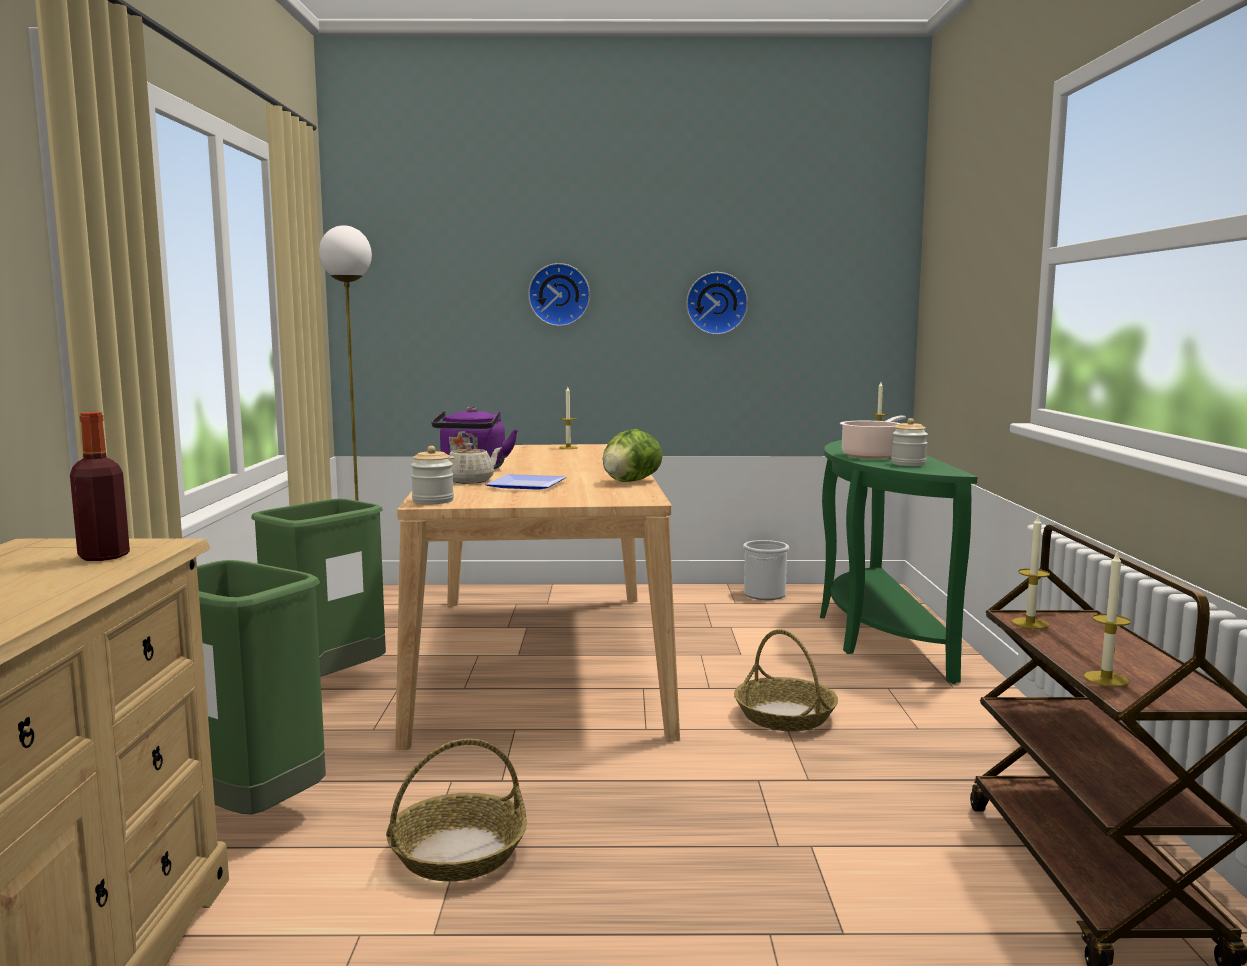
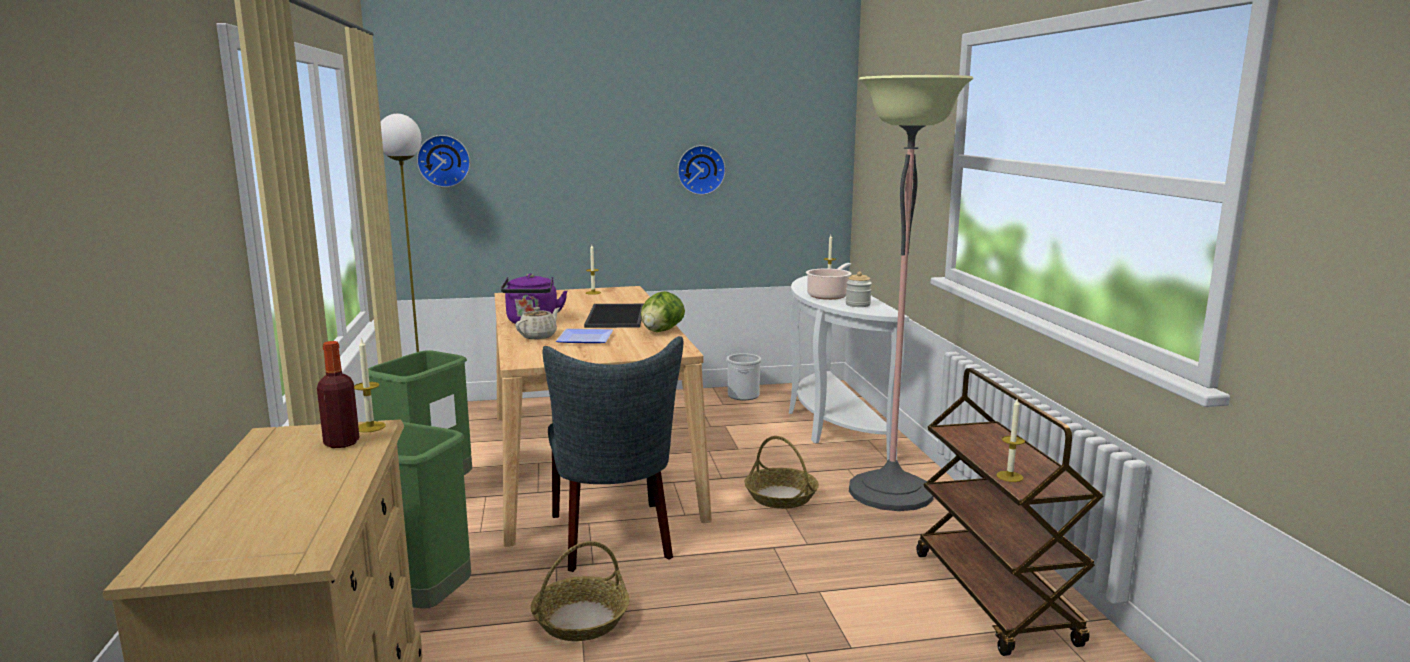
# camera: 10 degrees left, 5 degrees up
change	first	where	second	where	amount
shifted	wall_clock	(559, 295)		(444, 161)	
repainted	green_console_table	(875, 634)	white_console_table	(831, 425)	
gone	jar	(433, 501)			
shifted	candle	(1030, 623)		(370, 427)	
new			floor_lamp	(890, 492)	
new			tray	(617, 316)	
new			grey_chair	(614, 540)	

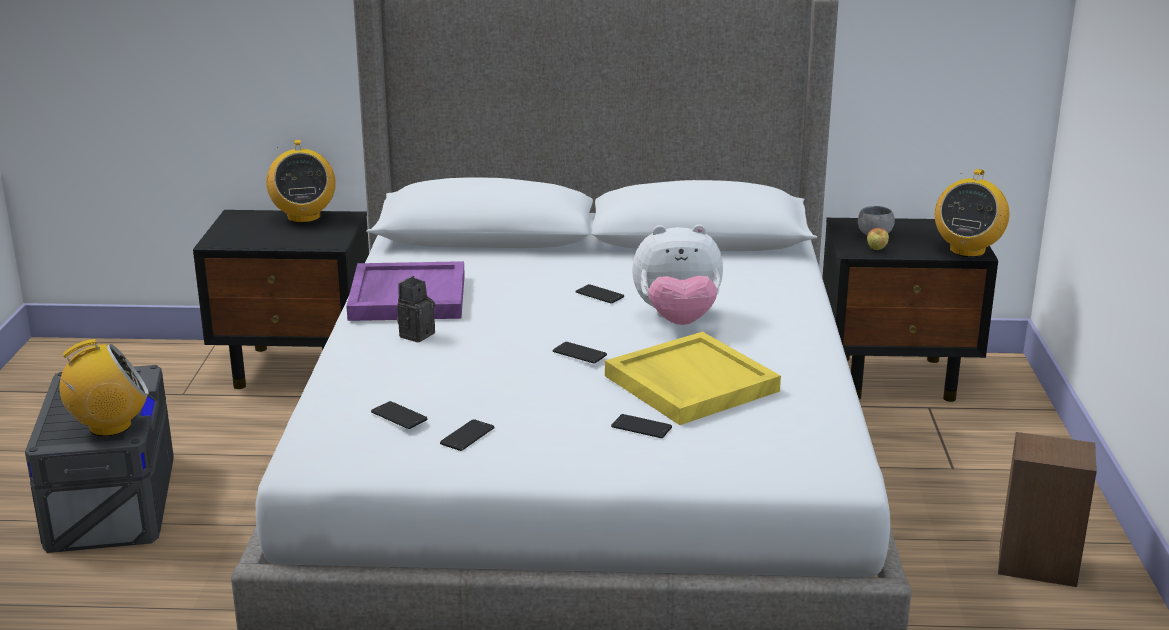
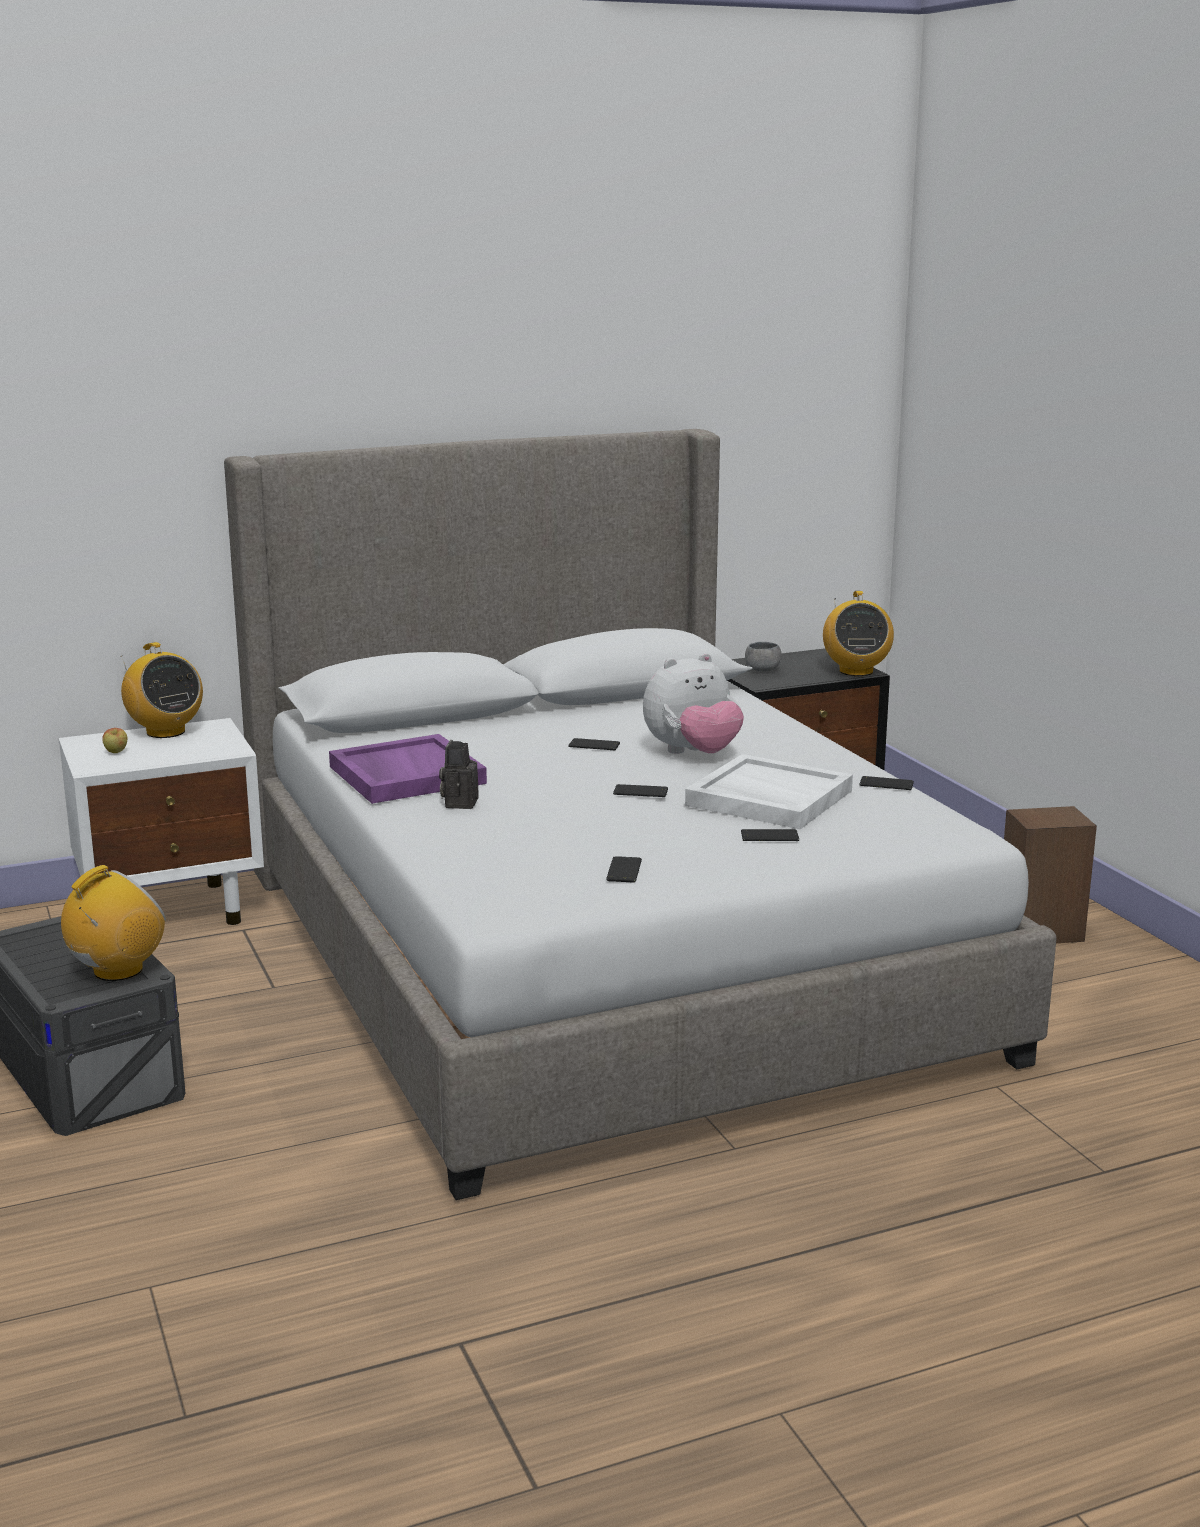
# camera: 25 degrees left, 5 degrees down
change	first	where	second	where	amount
repainted	black_nightstand	(297, 368)	white_nightstand	(173, 911)	
shifted	apple	(876, 249)		(116, 753)	
repainted	yellow_tray	(689, 383)	white_tray	(767, 798)	
shifted	phone	(399, 416)		(886, 784)	

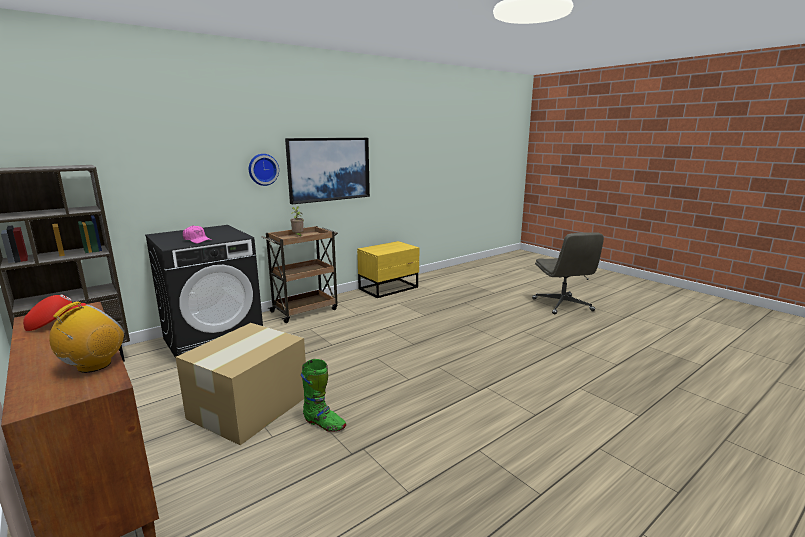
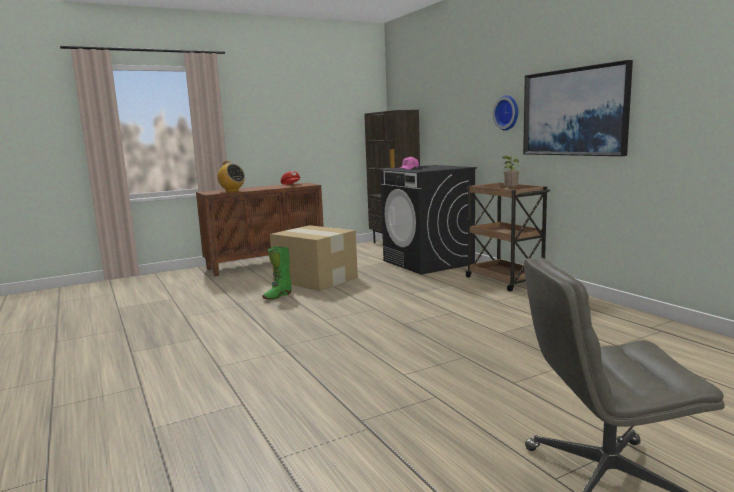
# camera: 100 degrees right, 5 degrees down
change	first	where	second	where	amount
gone	yellow_nightstand	(389, 288)			

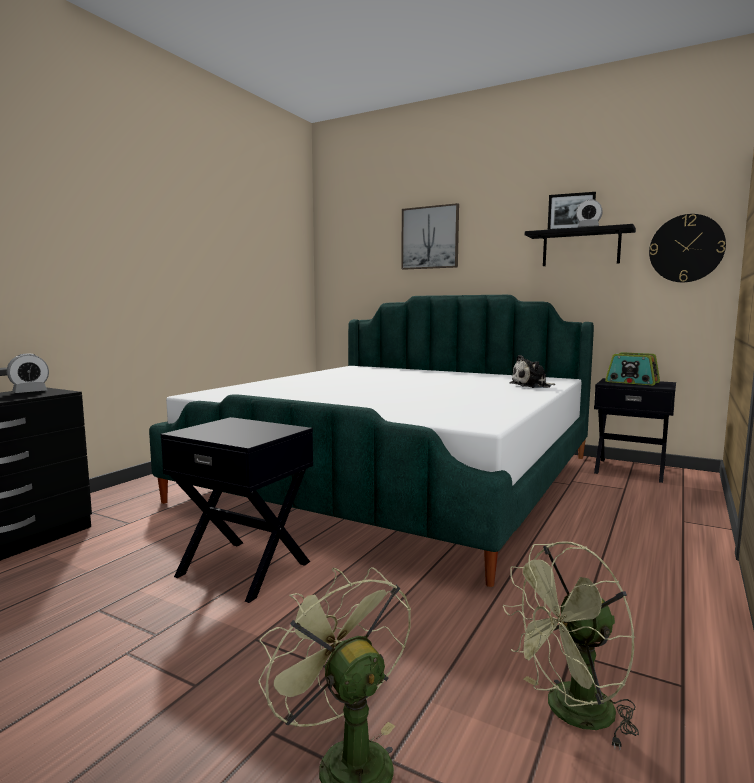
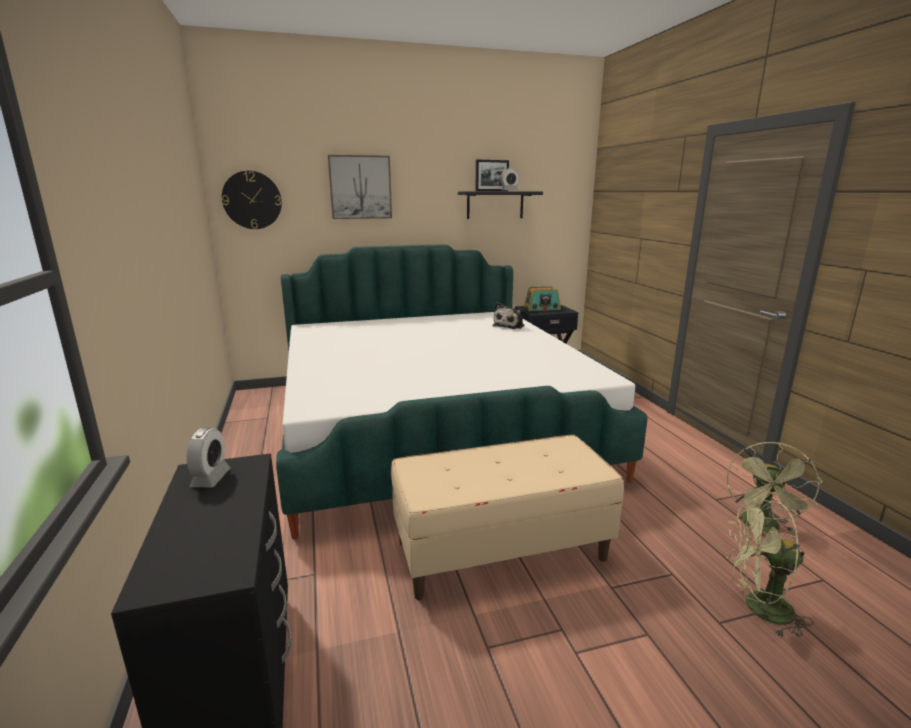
# camera: 45 degrees left, 10 degrees up
change	first	where	second	where	amount
shifted	wall_clock	(686, 248)		(252, 200)	
swapped	black_nightstand	(245, 568)	beige_bench	(501, 550)	

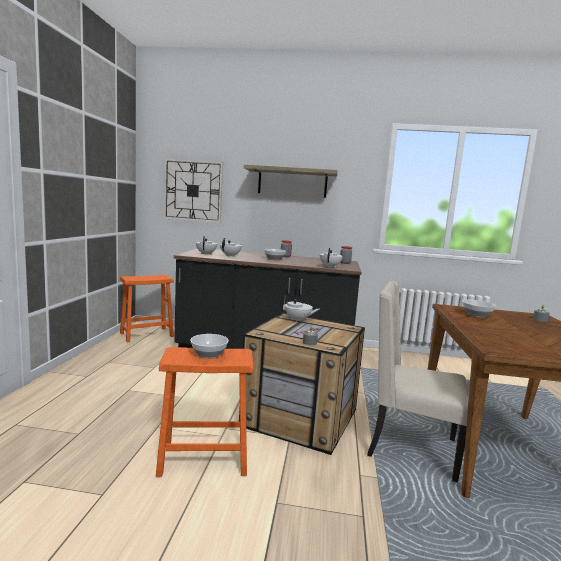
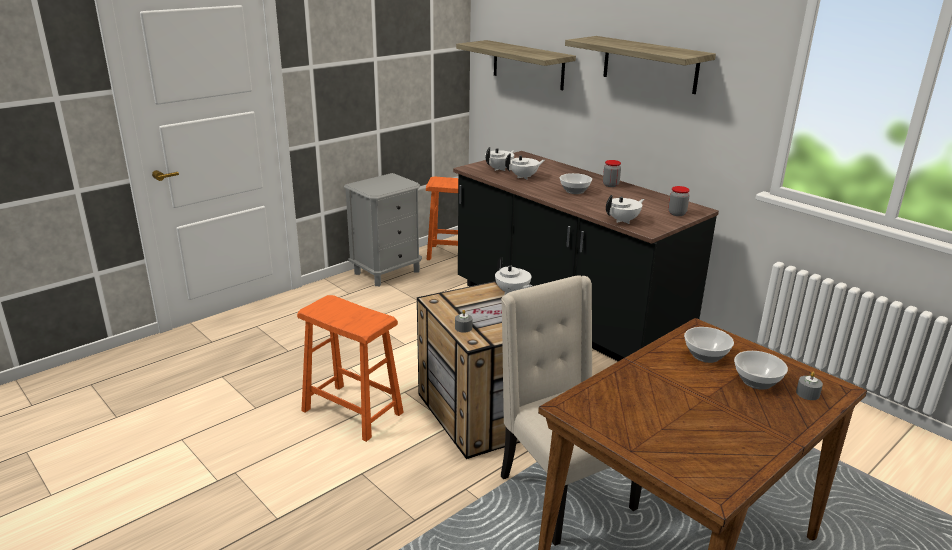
# camera: 40 degrees right, 15 degrees up
change	first	where	second	where	amount
swapped	wall_clock	(193, 190)	shelf	(528, 65)	
shifted	bowl	(209, 355)		(757, 382)	
new			grey_nightstand	(386, 272)	

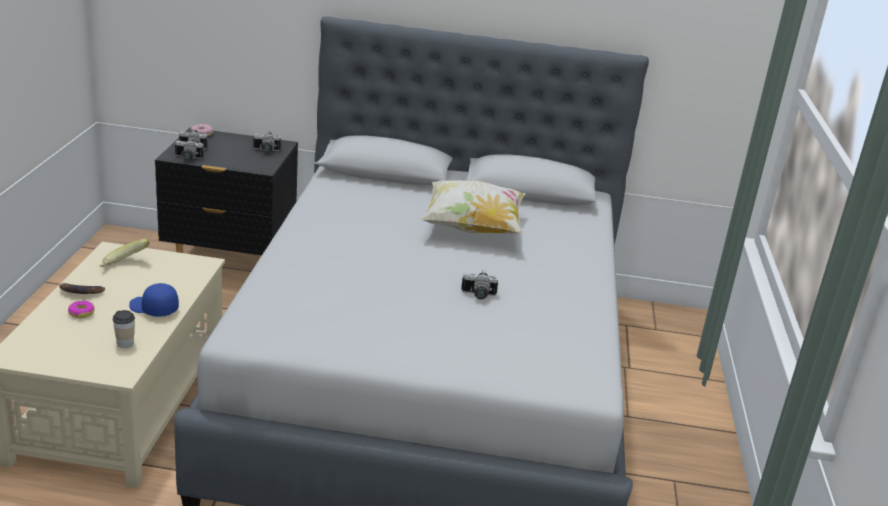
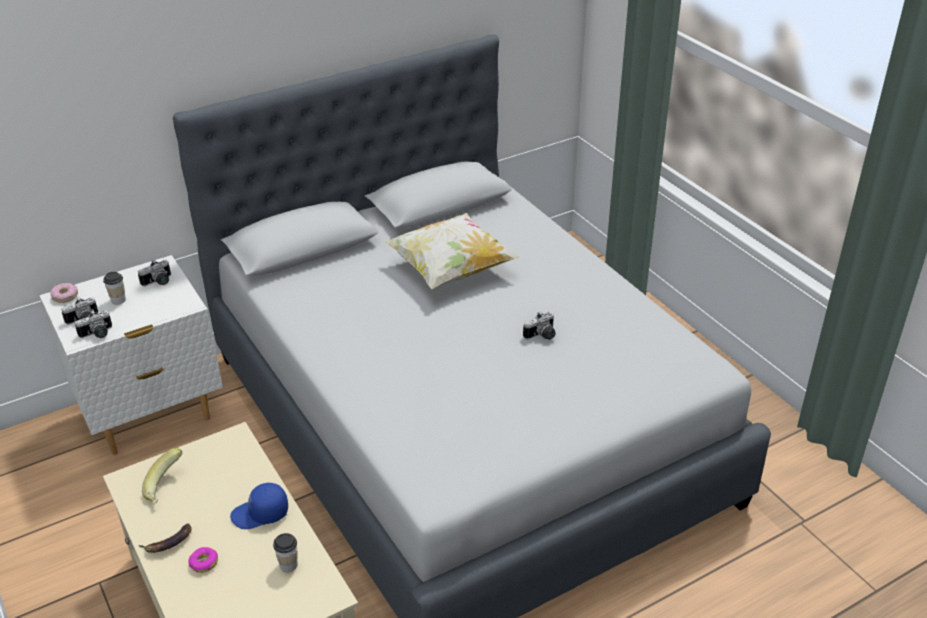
# camera: 35 degrees left, 10 degrees up
change	first	where	second	where	amount
repainted	black_nightstand	(230, 265)	white_nightstand	(152, 416)	
new			cup	(118, 300)	

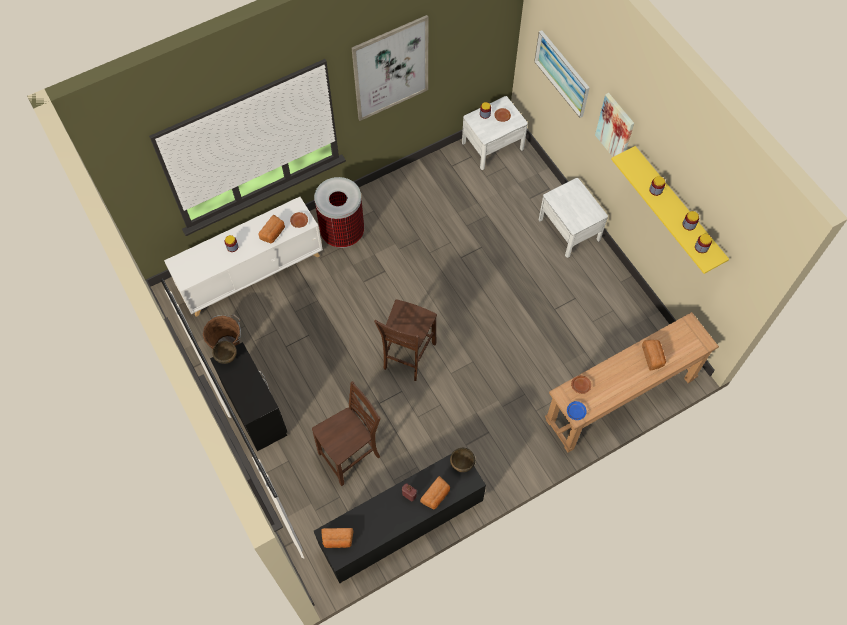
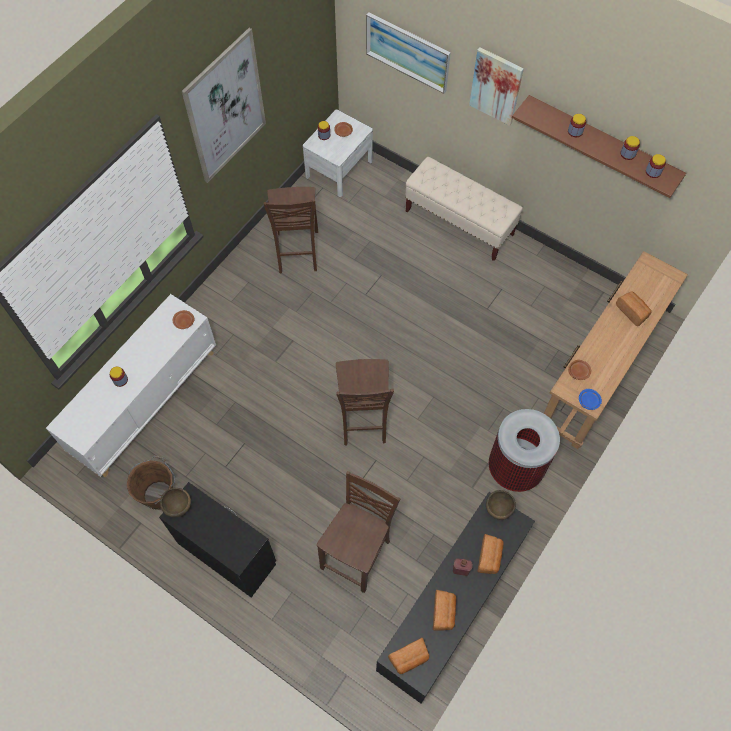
# camera: 25 degrees left, 0 degrees up
change	first	where	second	where	amount
repainted	yellow_shelf	(677, 208)	brown_shelf	(602, 143)	
shifted	trash_can	(342, 232)		(515, 468)	
swapped	white_nightstand	(569, 229)	beige_bench	(459, 223)	
shifted	bread	(273, 233)		(444, 612)	
new			brown_chair	(297, 253)	

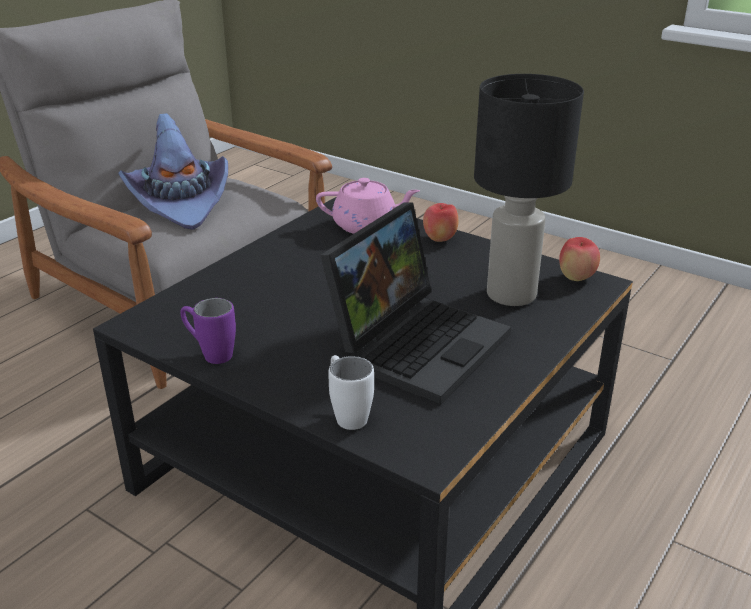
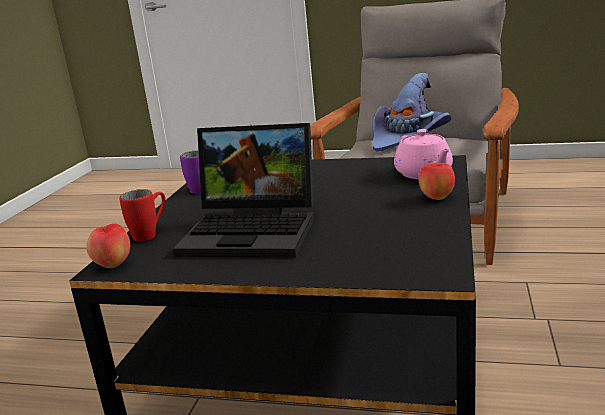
# camera: 70 degrees right, 10 degrees down
change	first	where	second	where	amount
gone	black_table_lamp	(510, 294)			
shifted	apple	(576, 278)		(113, 265)	
repainted	white_mug	(347, 414)	red_mug	(151, 234)	

